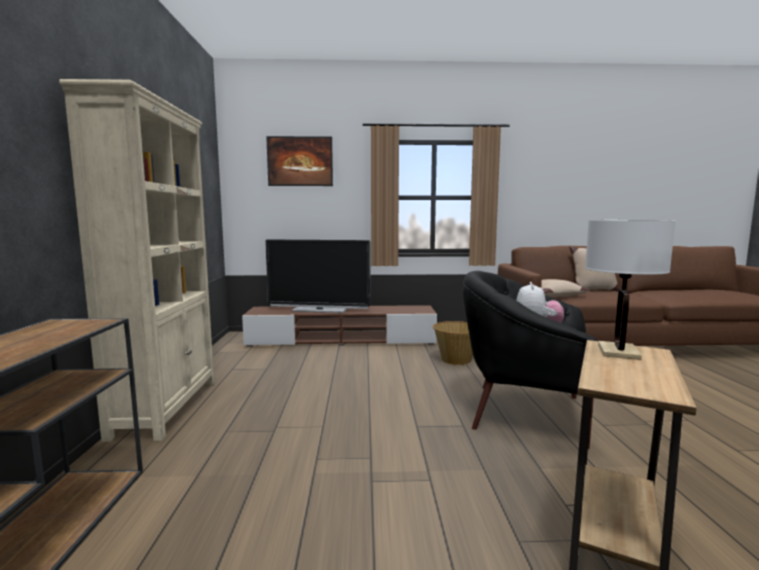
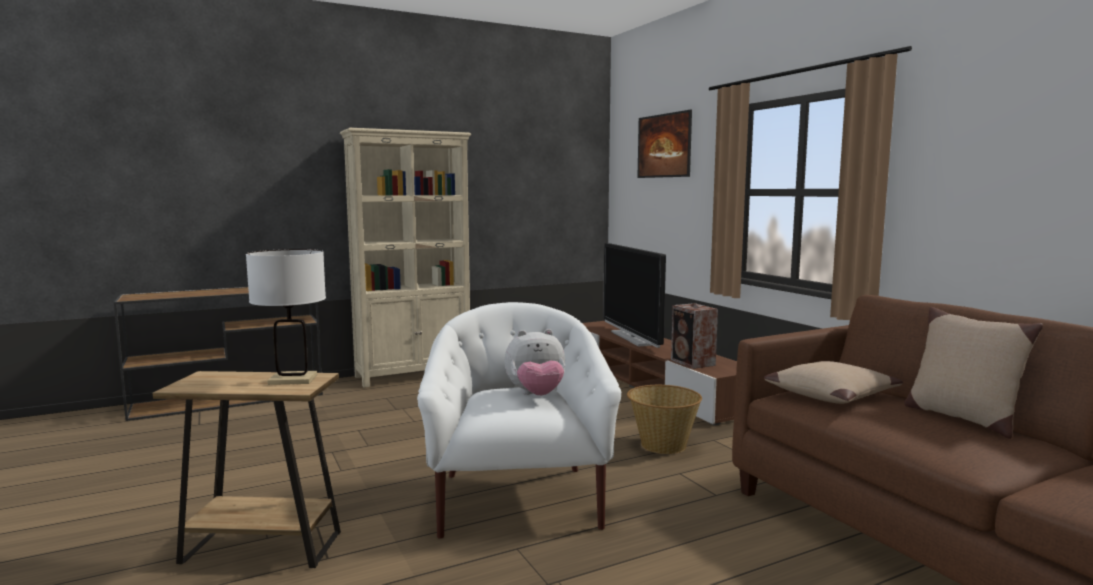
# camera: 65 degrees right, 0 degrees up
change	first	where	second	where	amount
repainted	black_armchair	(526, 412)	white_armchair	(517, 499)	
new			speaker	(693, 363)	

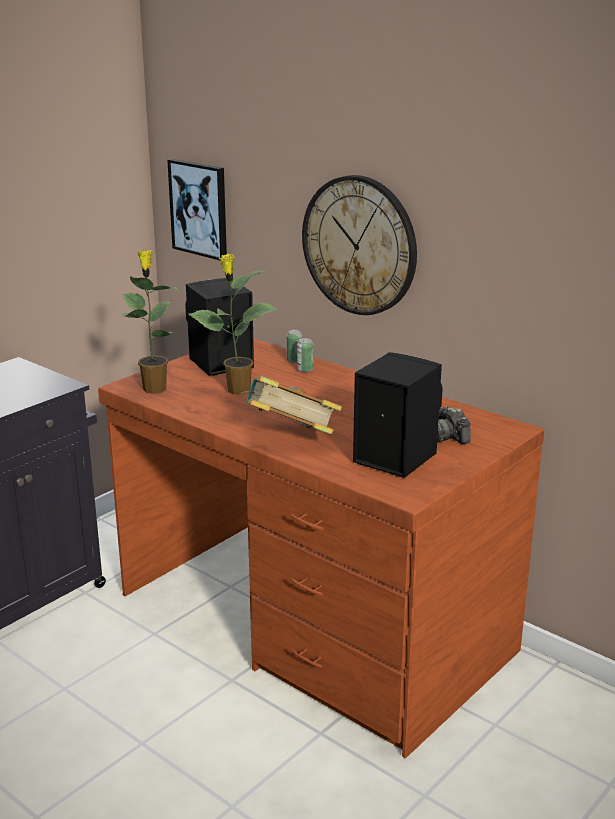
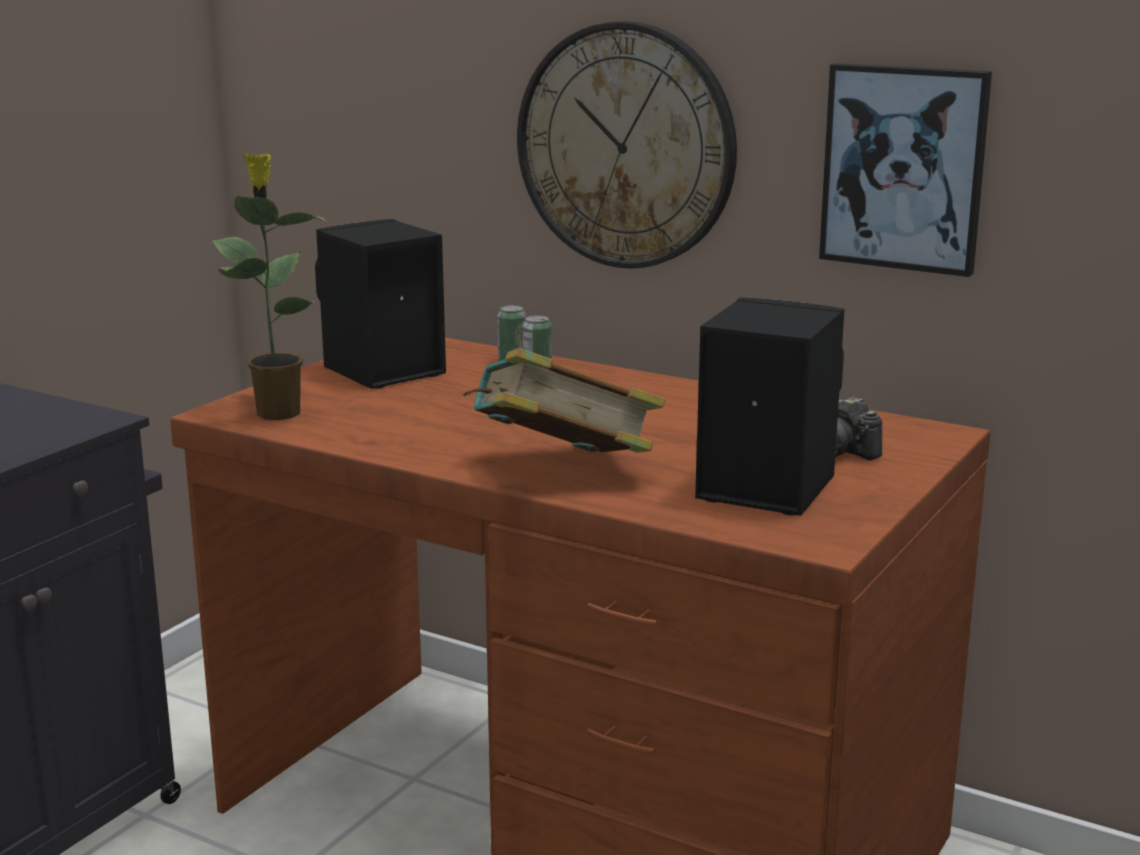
# camera: 10 degrees left, 5 degrees down
change	first	where	second	where	amount
shifted	picture	(199, 208)		(904, 168)	
gone	potted_plant	(237, 390)			

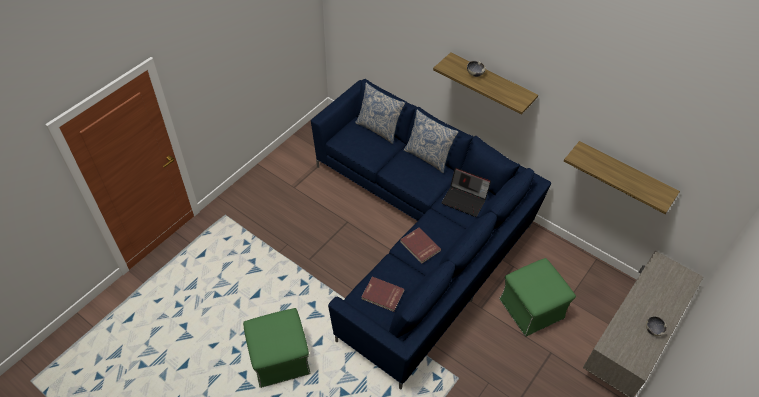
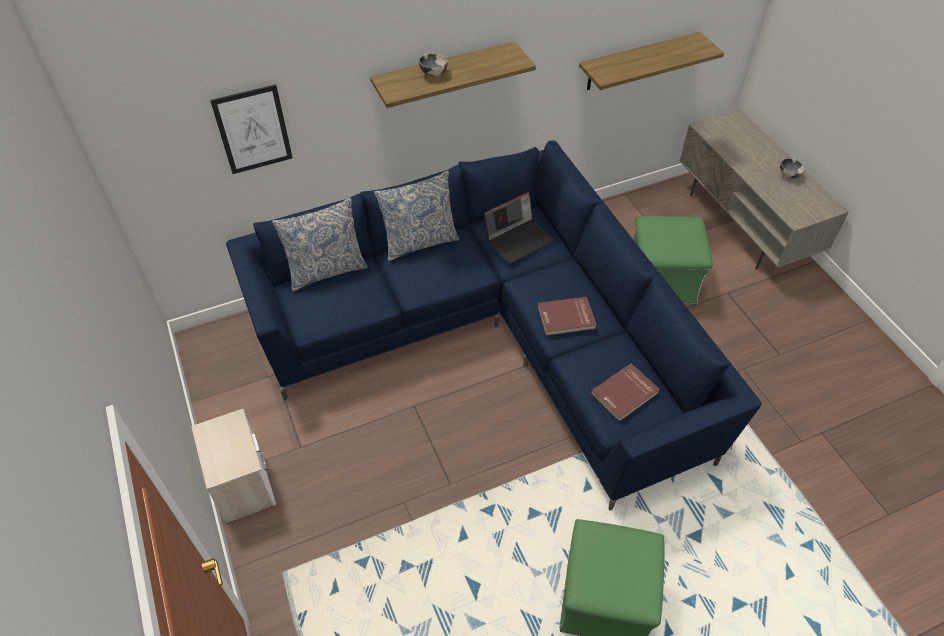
# camera: 60 degrees left, 0 degrees up
change	first	where	second	where	amount
new			picture	(253, 130)	
new			nightstand	(243, 483)	

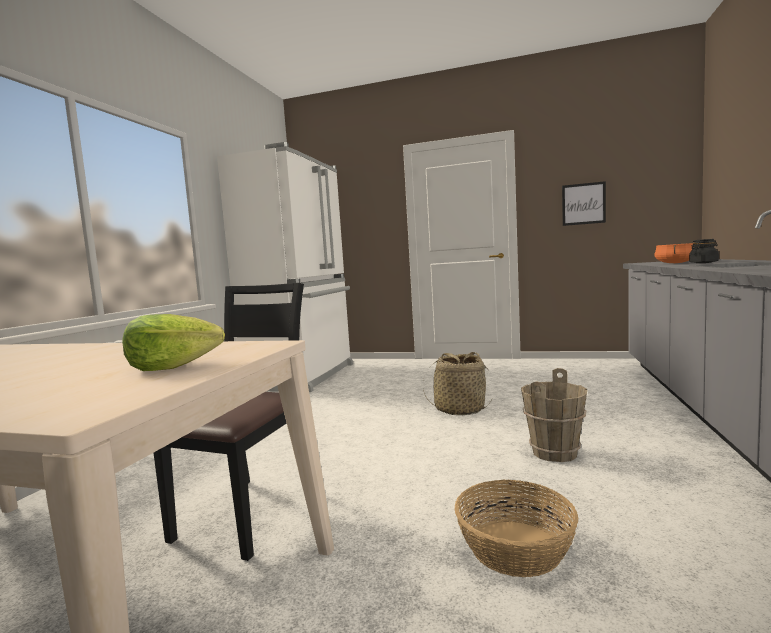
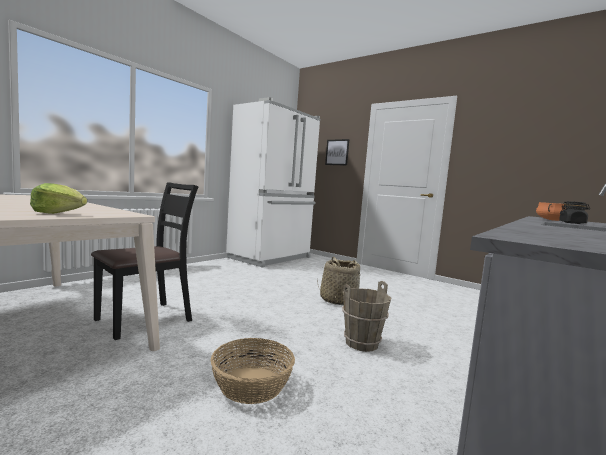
# camera: 20 degrees right, 0 degrees up
change	first	where	second	where	amount
shifted	picture	(583, 204)		(337, 152)	

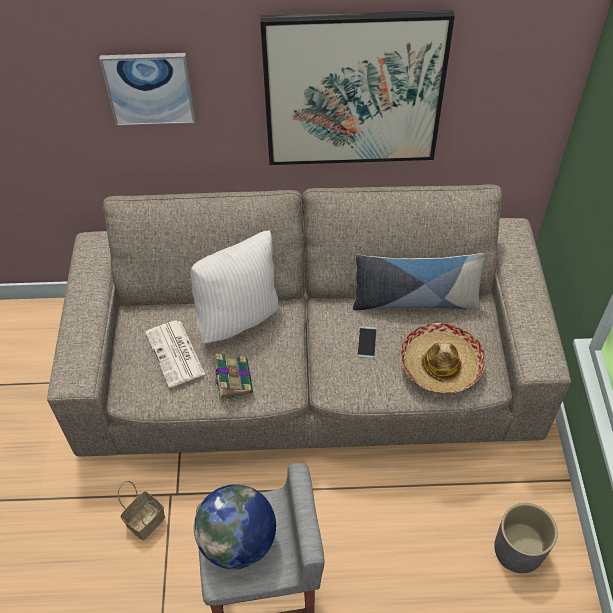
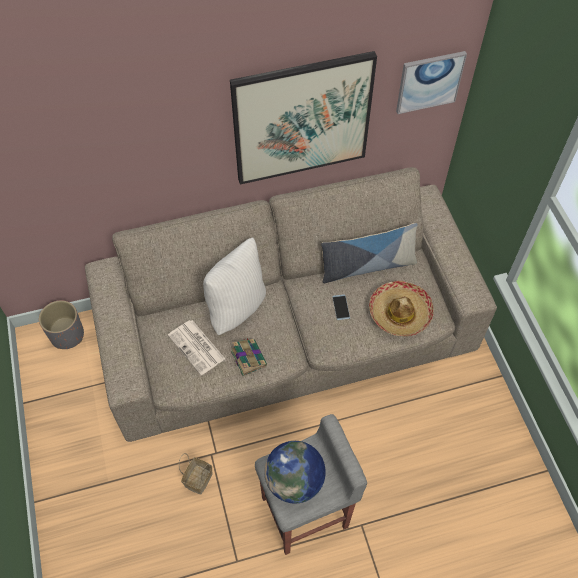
# camera: 15 degrees left, 5 degrees up
change	first	where	second	where	amount
shifted	picture	(149, 88)		(429, 81)	
shifted	grey_planter	(518, 550)		(67, 335)	

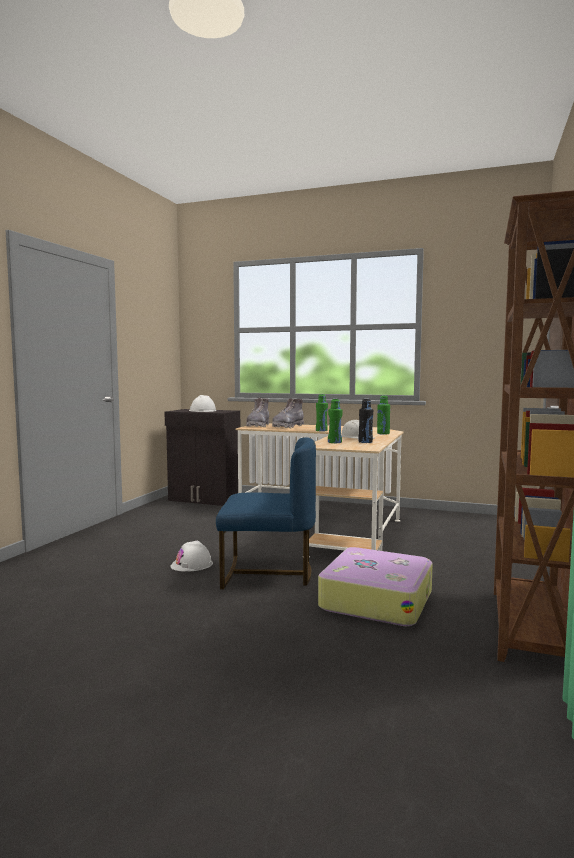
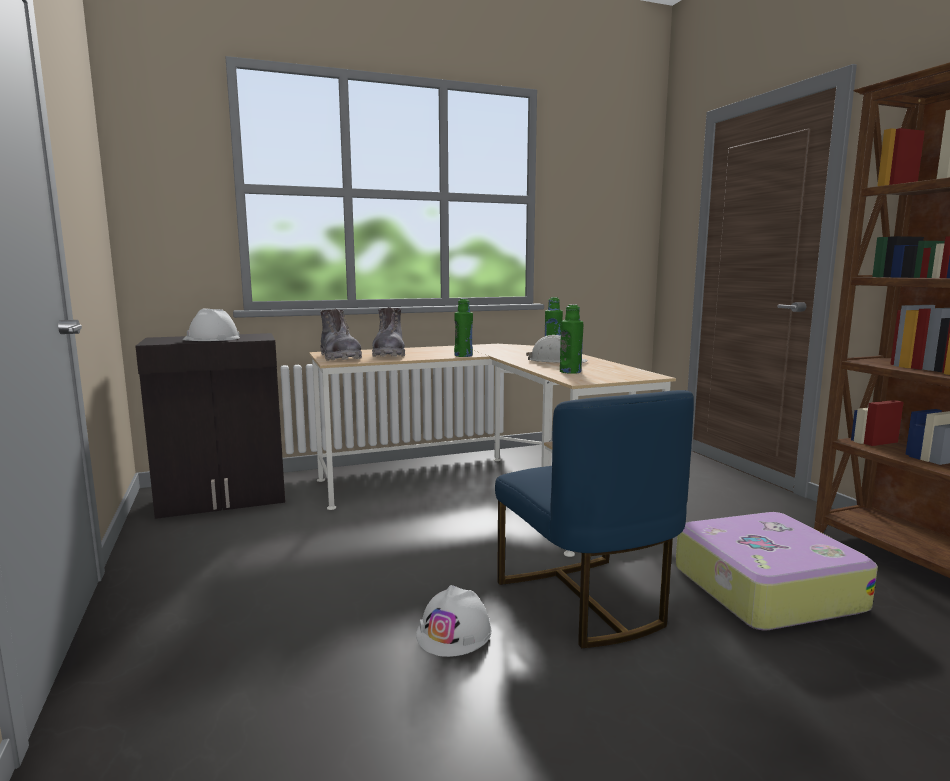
# camera: 40 degrees left, 5 degrees up
change	first	where	second	where	amount
gone	black_bottle	(365, 442)			
rotated	blue_chair	(268, 574)		(585, 601)	105 degrees clockwise

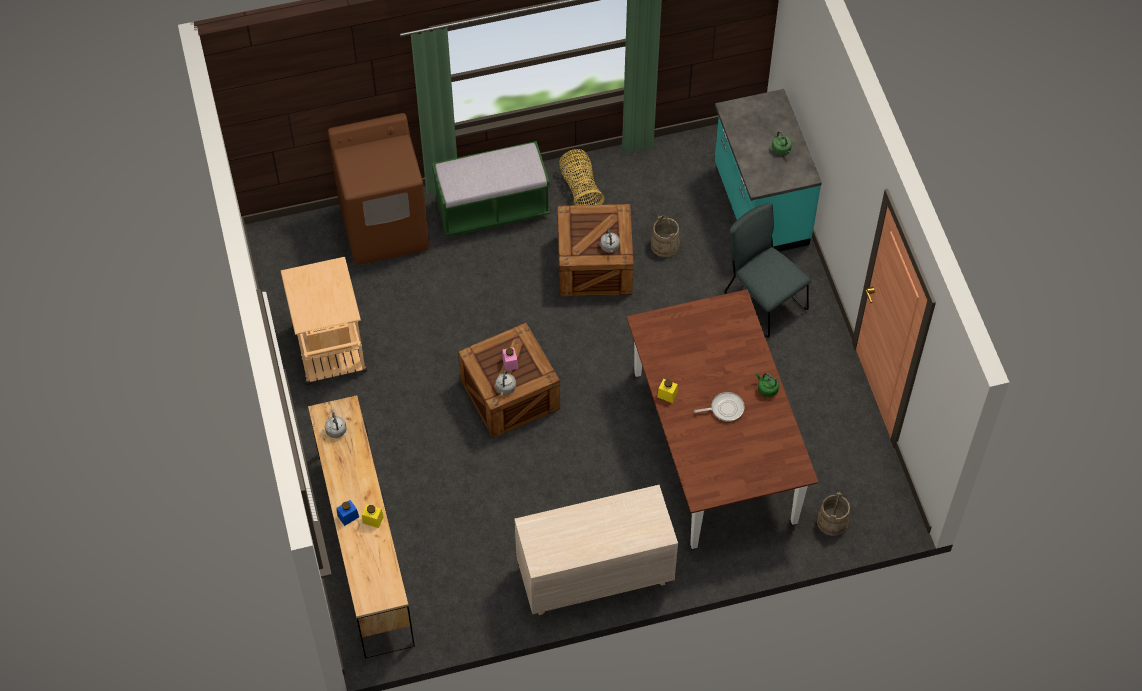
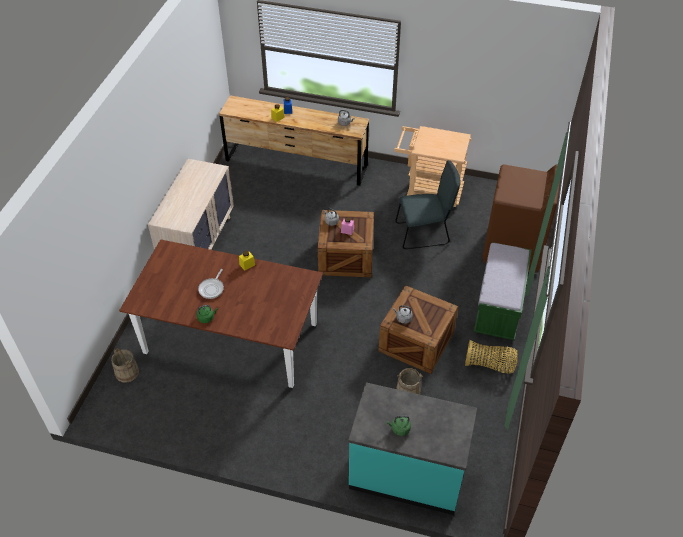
# camera: 120 degrees right, 10 degrees down
change	first	where	second	where	amount
shifted	grey_chair	(762, 300)		(424, 233)	

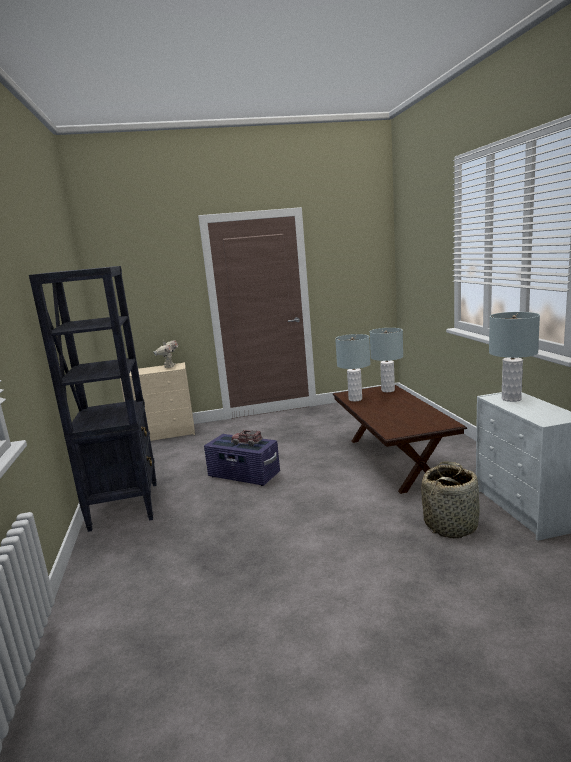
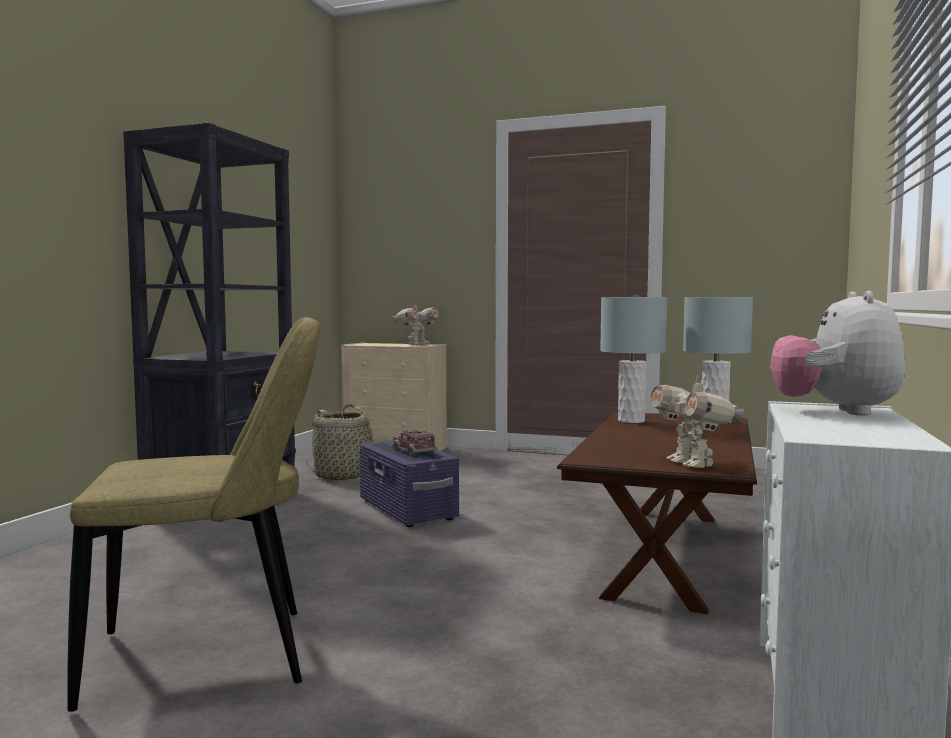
# camera: 30 degrees right, 10 degrees down
change	first	where	second	where	amount
swapped	grey_table_lamp	(511, 399)	plush_toy	(835, 411)	
shifted	basket	(451, 525)		(344, 475)	
new			beige_chair	(212, 656)	
new			toy_robot	(692, 464)	

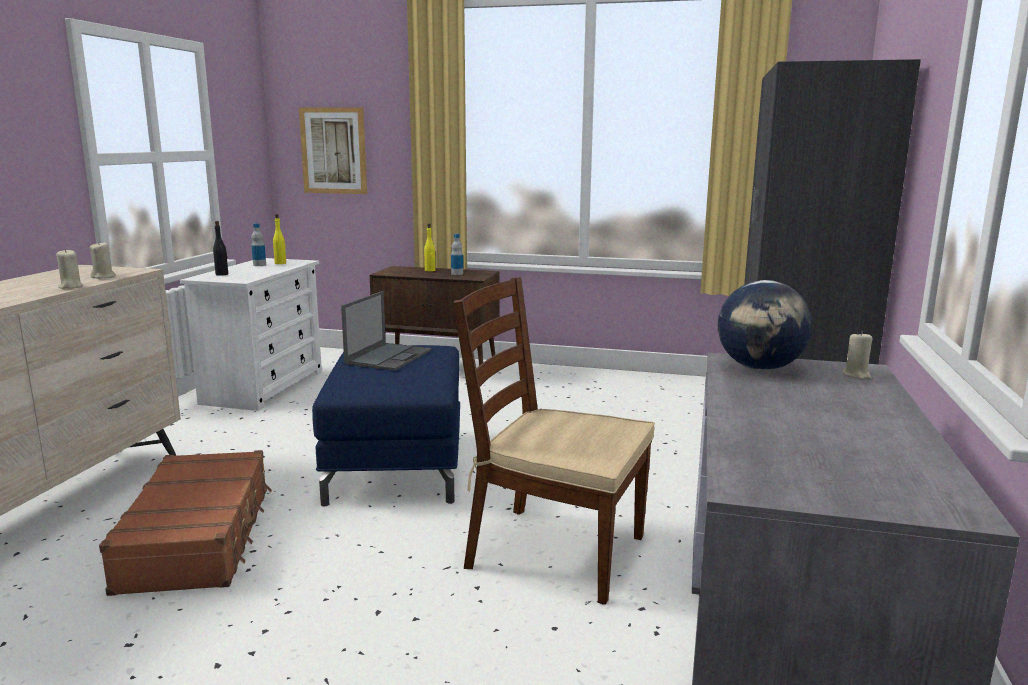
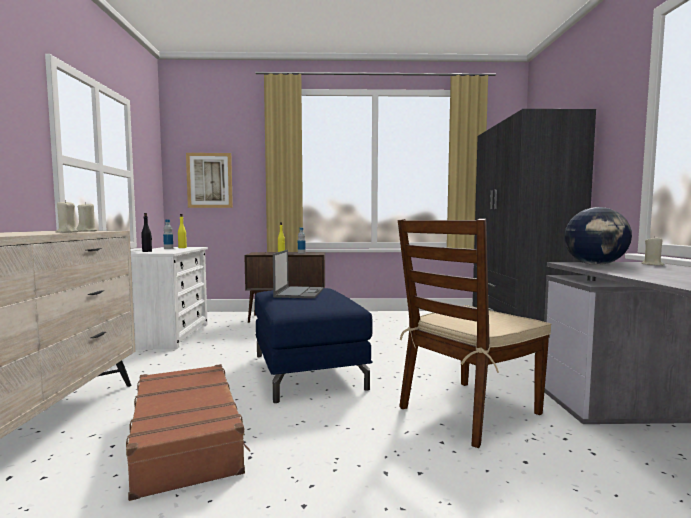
# camera: 15 degrees left, 10 degrees down
change	first	where	second	where	amount
rotated	brown_chair	(554, 551)		(468, 411)	45 degrees counterclockwise

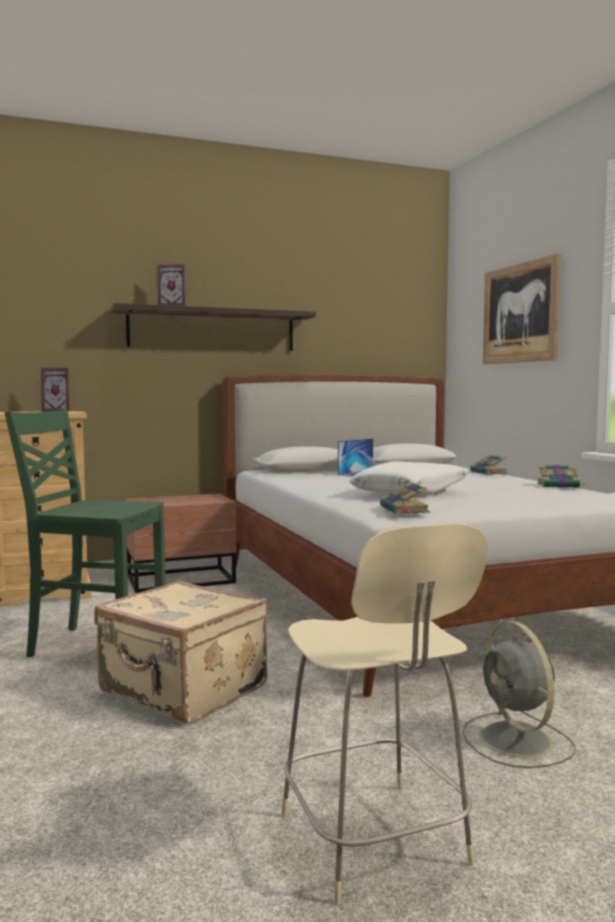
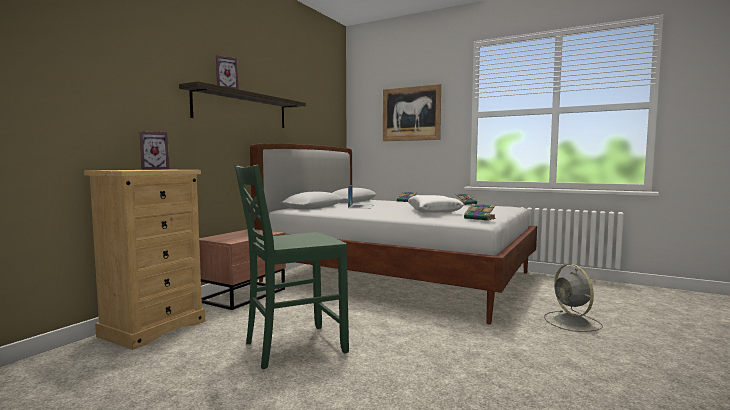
# camera: 40 degrees left, 0 degrees up
change	first	where	second	where	amount
gone	beige_chair	(375, 843)			
gone	beige_suitcase	(182, 690)			
rotated	grey_fan	(517, 741)		(572, 322)	45 degrees clockwise

